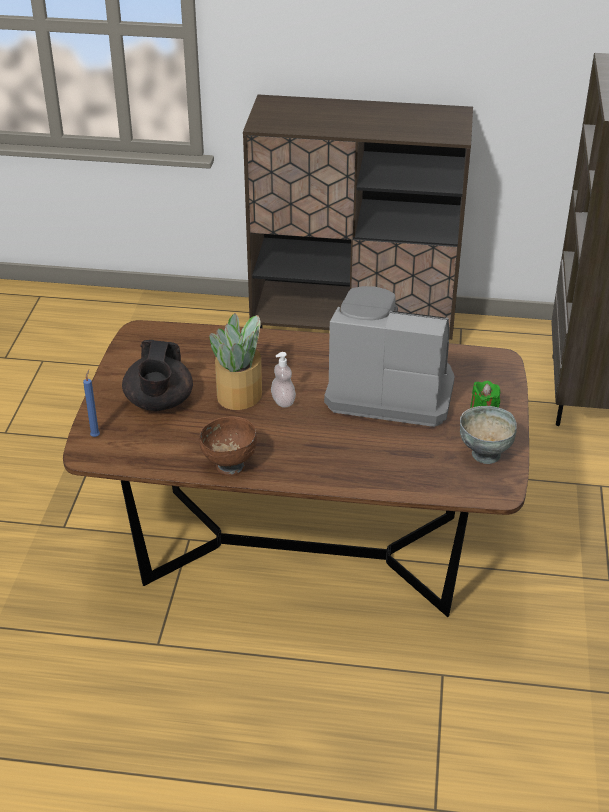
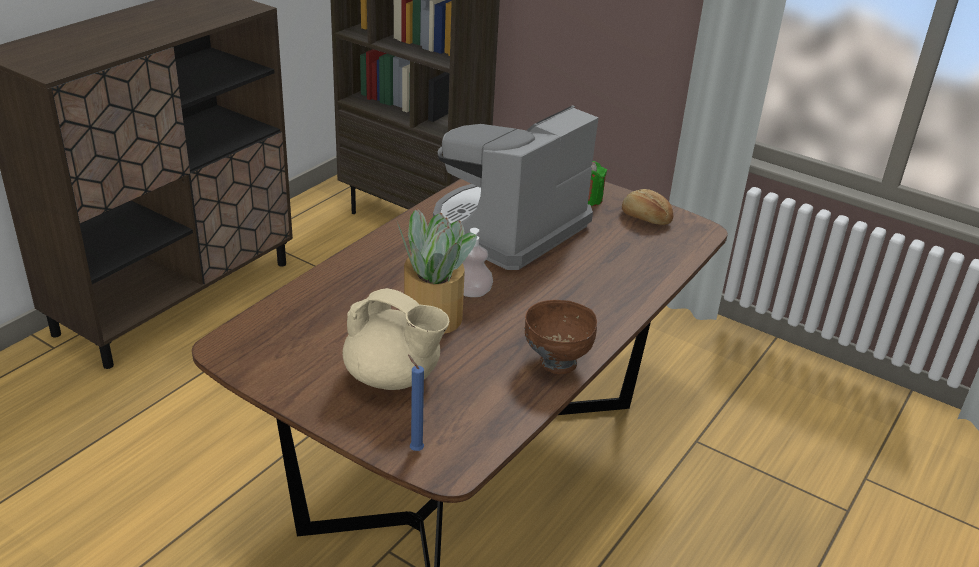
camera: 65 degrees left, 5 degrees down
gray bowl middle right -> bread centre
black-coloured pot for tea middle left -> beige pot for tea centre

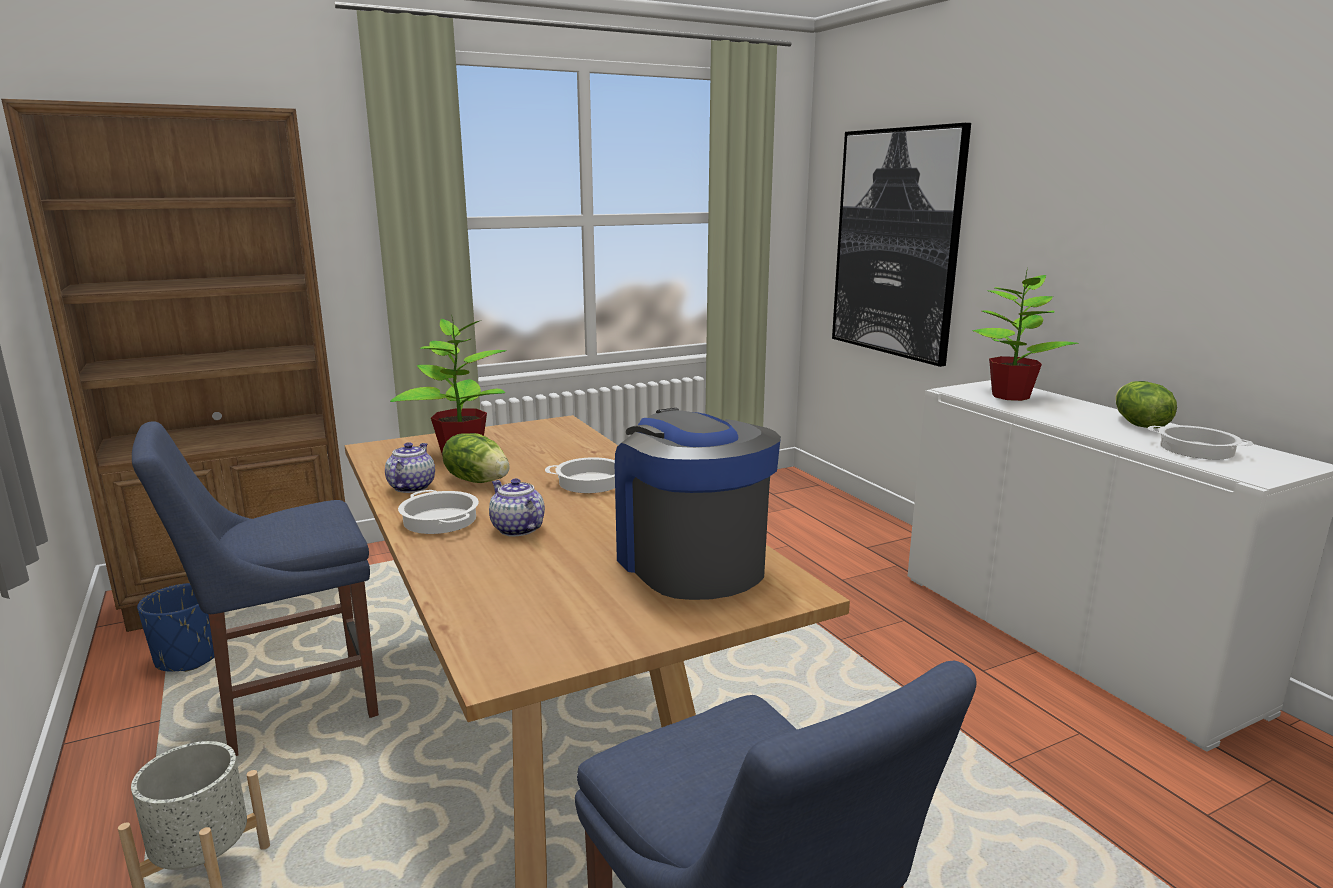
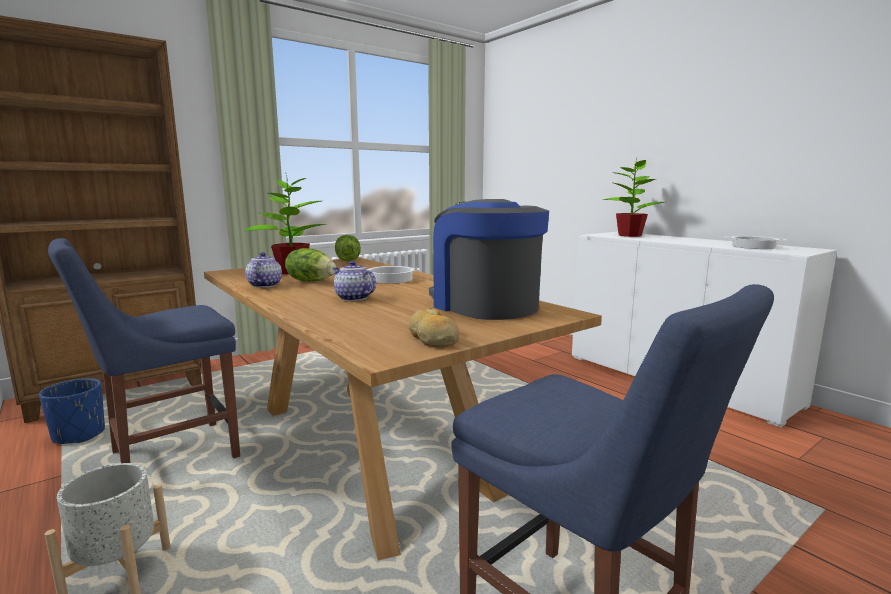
camera: 10 degrees left, 5 degrees down
saucepot (no. 1 from left) middle left -> none
picture top right -> none
none -> bread centre
head of lettuce (no. 2 from left) middle right -> head of lettuce (no. 2 from left) centre, shifted

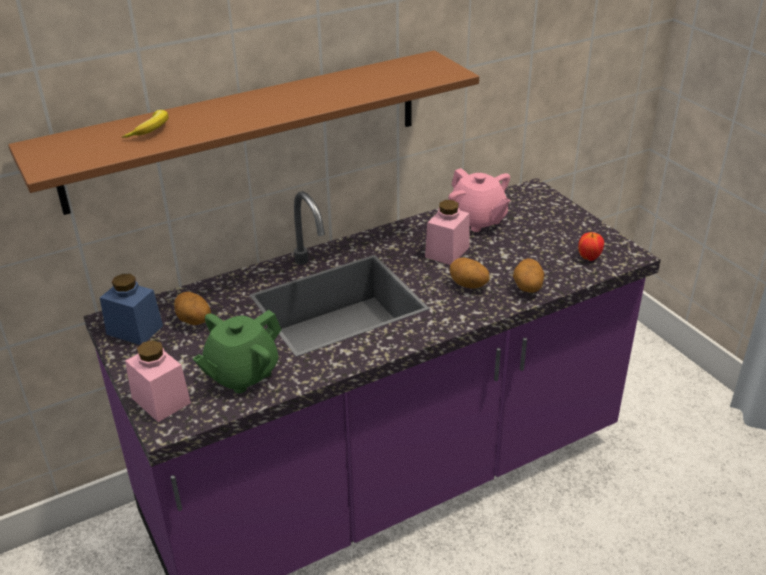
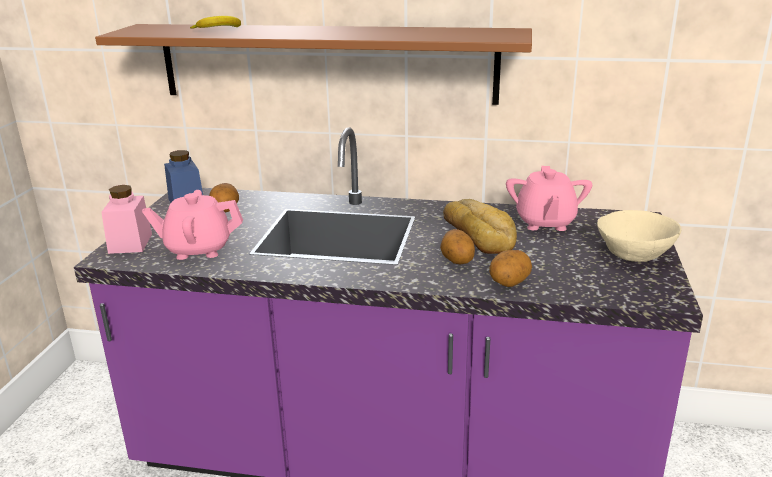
camera: 40 degrees right, 10 degrees down
apple middle right -> none
none -> beige bowl middle right
pink storage jar (no. 2 from left) centre -> bread centre
green pot for tea middle left -> pink pot for tea (no. 1 from left) middle left

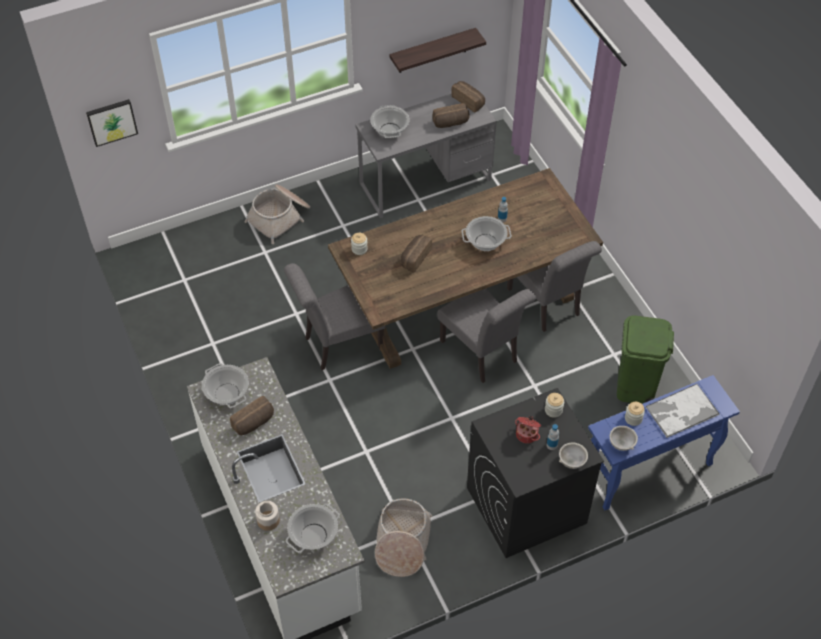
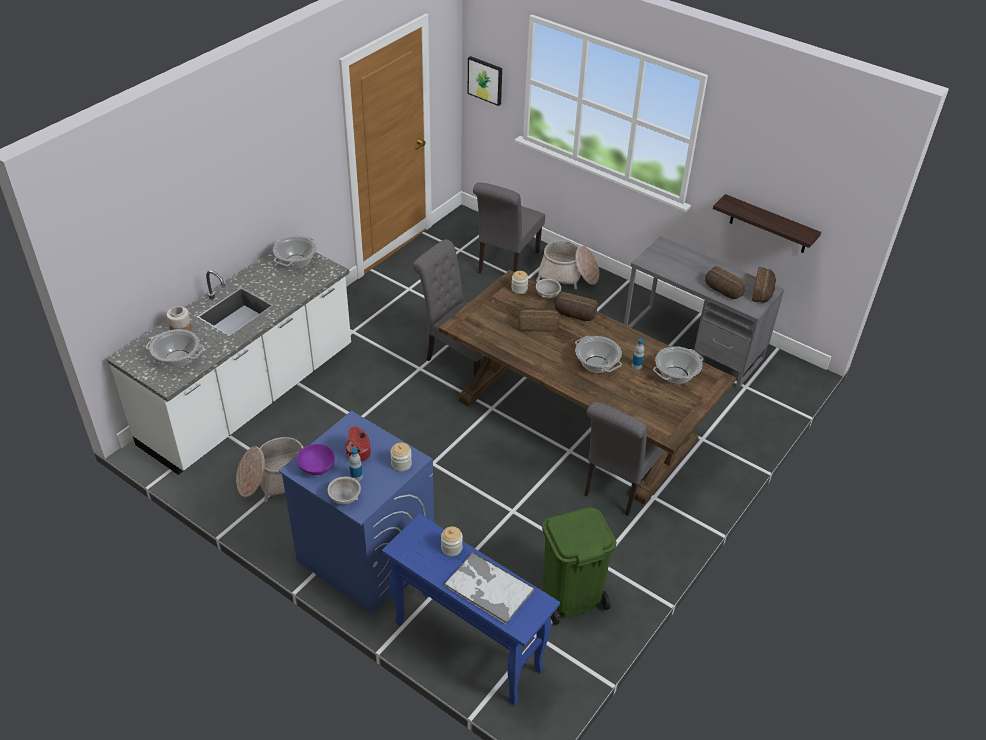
camera: 60 degrees right, 10 degrees down
none -> purple-coloured bowl middle left
bread (no. 1 from left in the first image) middle left -> bread (no. 2 from left) centre, shifted
saucepot (no. 3 from left in the first image) top centre -> saucepot (no. 5 from left) middle right, shifted
gray upright chair (no. 2 from left) centre -> gray upright chair (no. 2 from left) top centre, shifted
gray bowl (no. 2 from left) bottom right -> gray bowl (no. 2 from left) centre, shifted
black-coloured laundry appliance bottom centre -> blue-coloured laundry appliance bottom centre

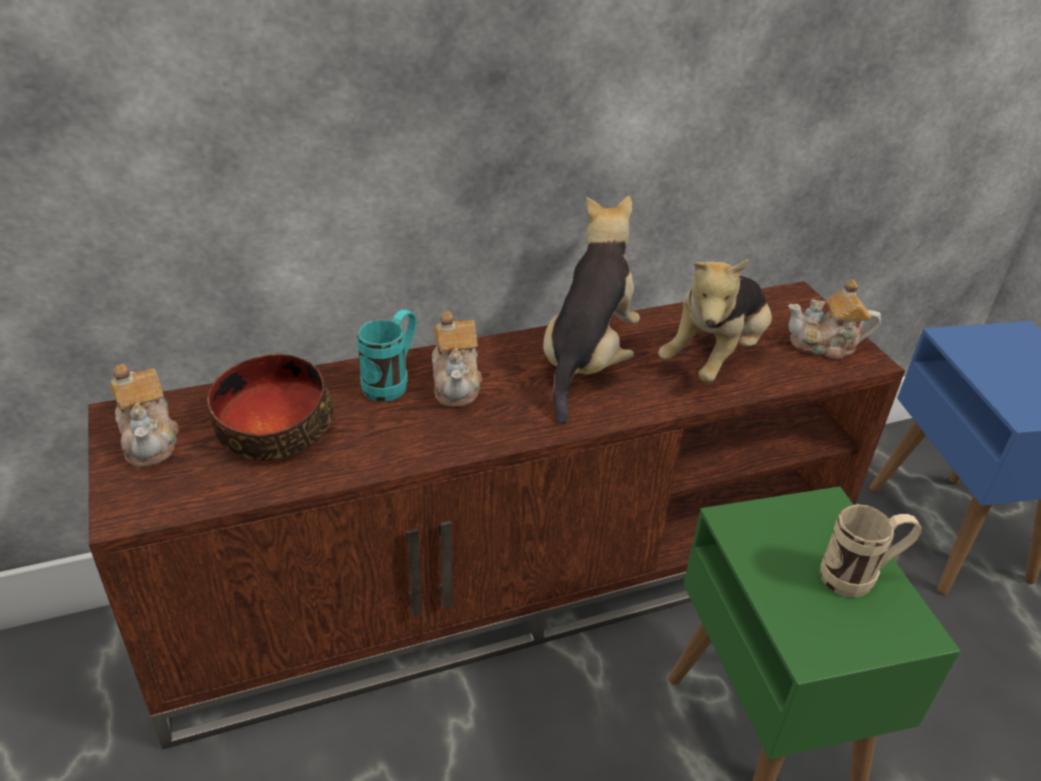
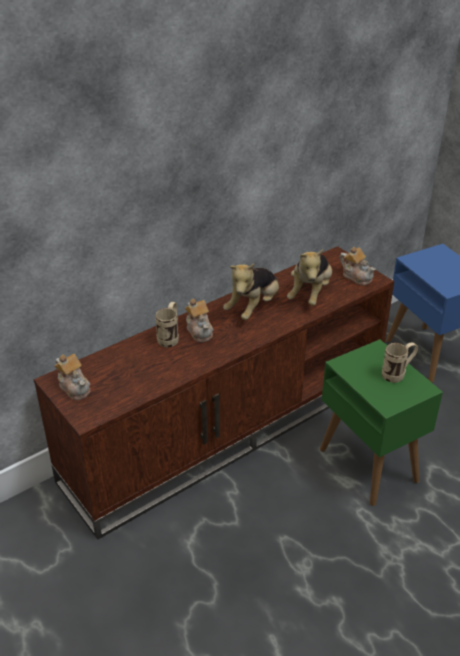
camera: 15 degrees left, 0 degrees up
bowl middle left -> none
turquoise mug centre -> beige mug (no. 1 from left) centre
plush toy (no. 1 from left) centre, 150 degrees counterclockwise
pot for tea (no. 3 from left) middle right, 120 degrees counterclockwise

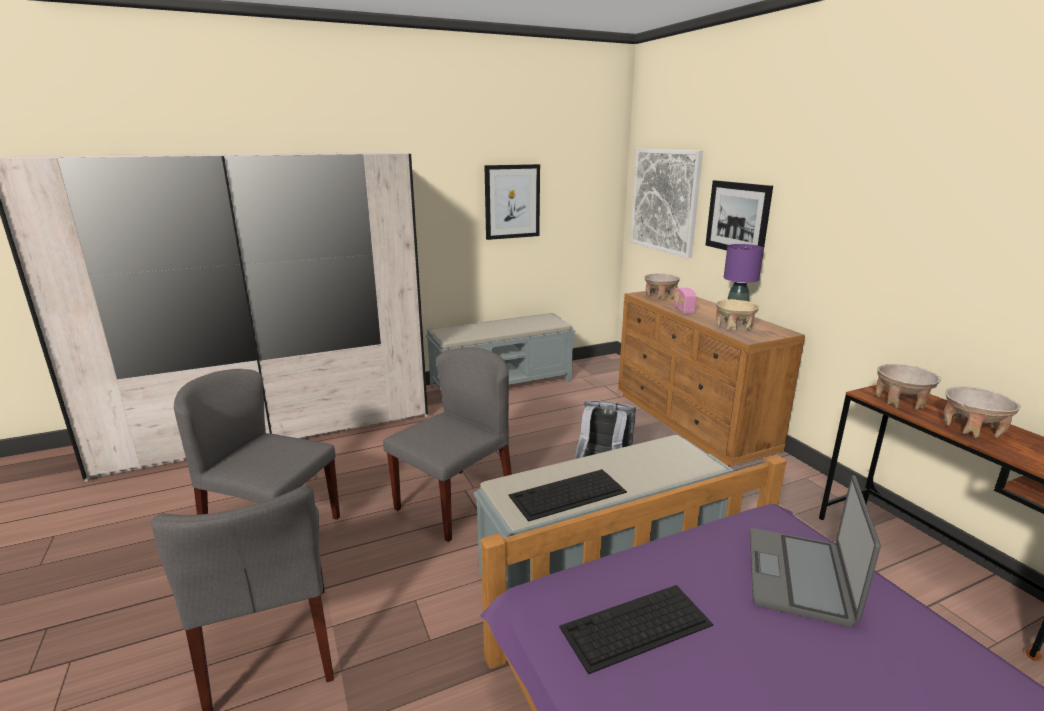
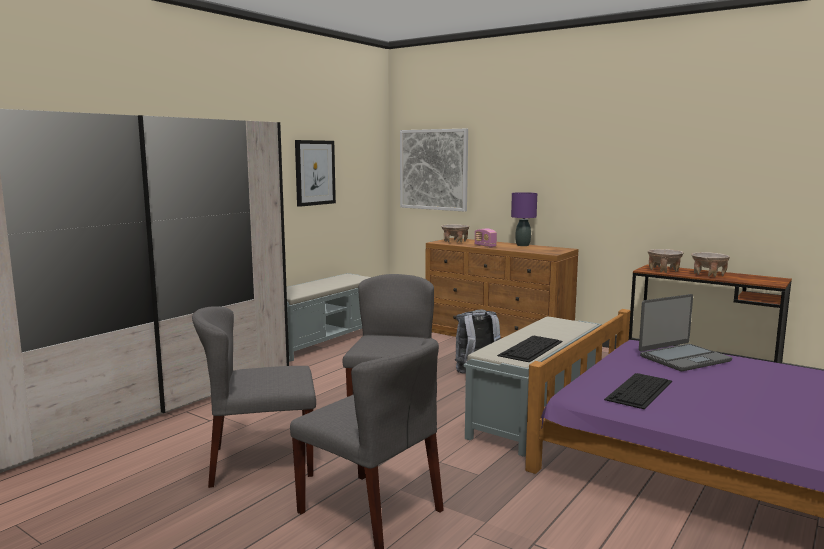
camera: 30 degrees left, 10 degrees down
picture (no. 3 from left) top right -> none
beige bowl (no. 2 from left) middle right -> none
laptop bottom right -> laptop middle right, 105 degrees counterclockwise

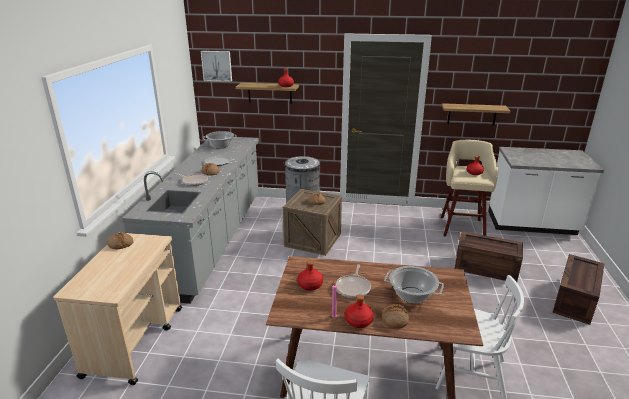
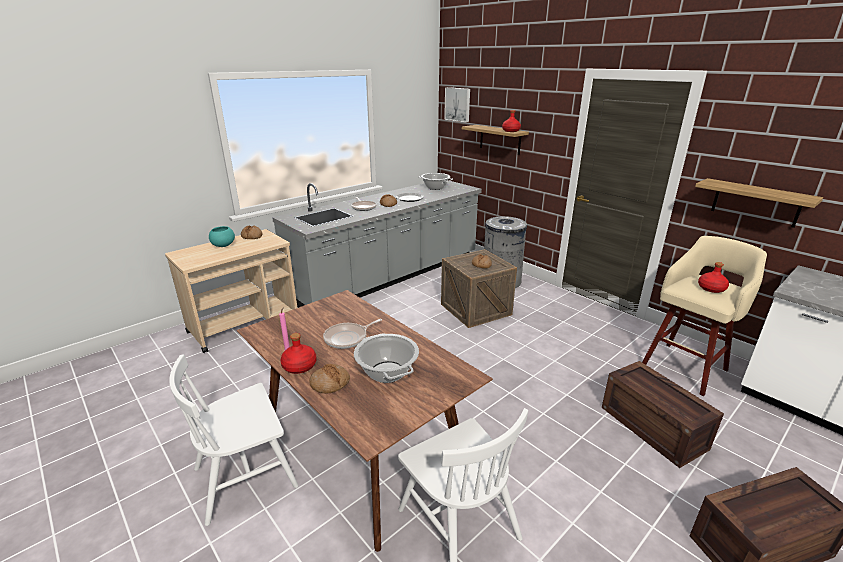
camera: 40 degrees right, 0 degrees up
red-coloured beverage bottle (no. 2 from left) bottom centre -> none
none -> turquoise bowl middle left

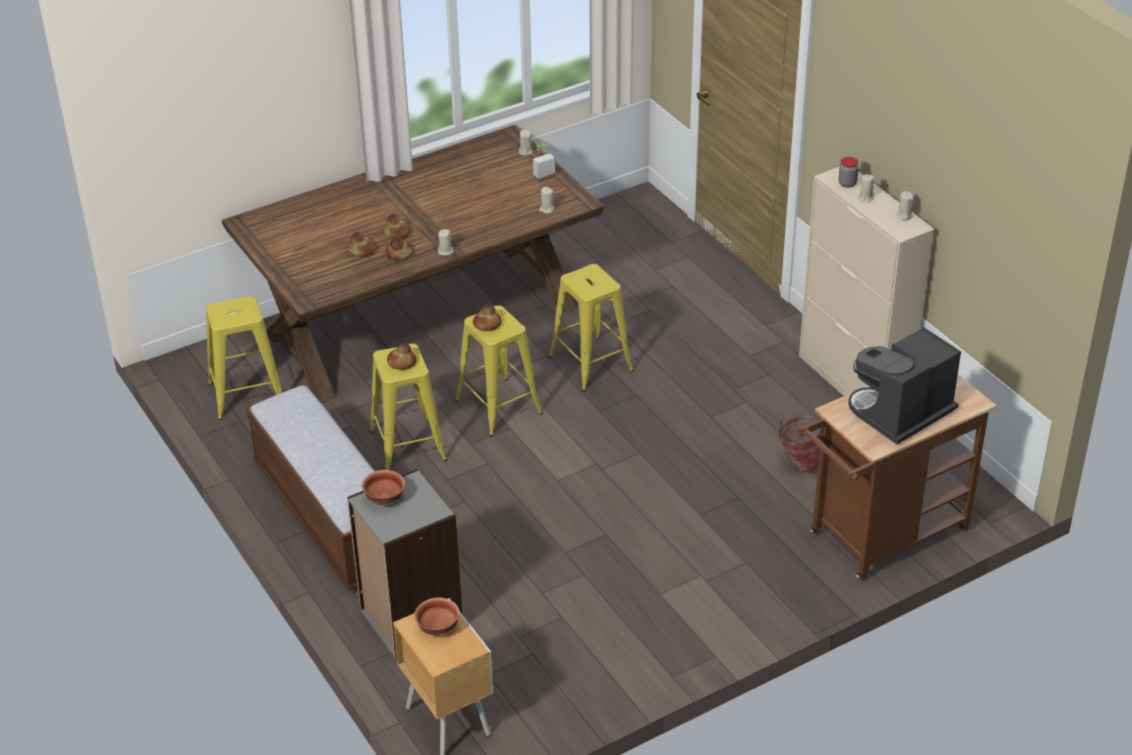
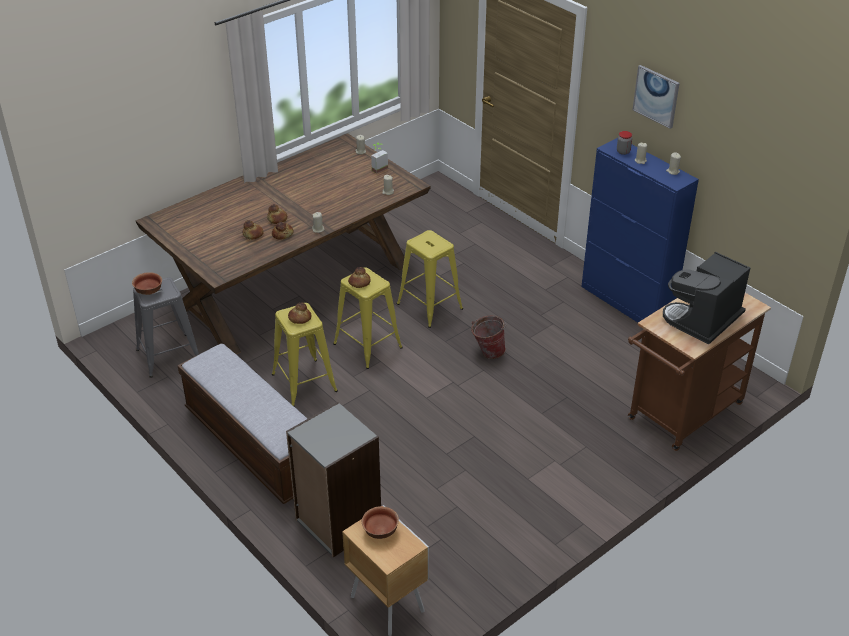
camera: 10 degrees left, 0 degrees up
none -> picture top right
bowl (no. 1 from left) centre -> bowl (no. 1 from left) middle left, shifted
water bucket middle right -> water bucket centre, shifted
yellowish stool seat (no. 1 from left) middle left -> gray stool seat middle left
beige cupboard middle right -> blue-coloured cupboard middle right

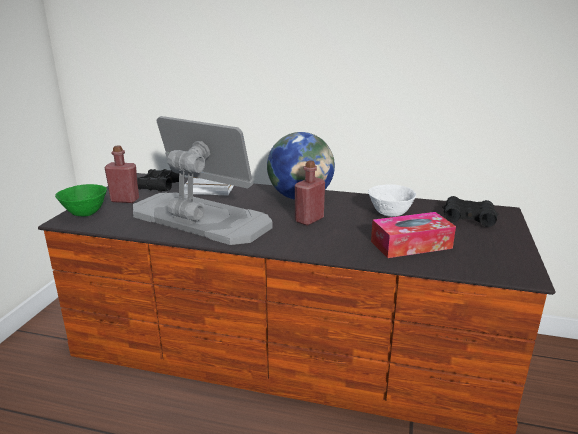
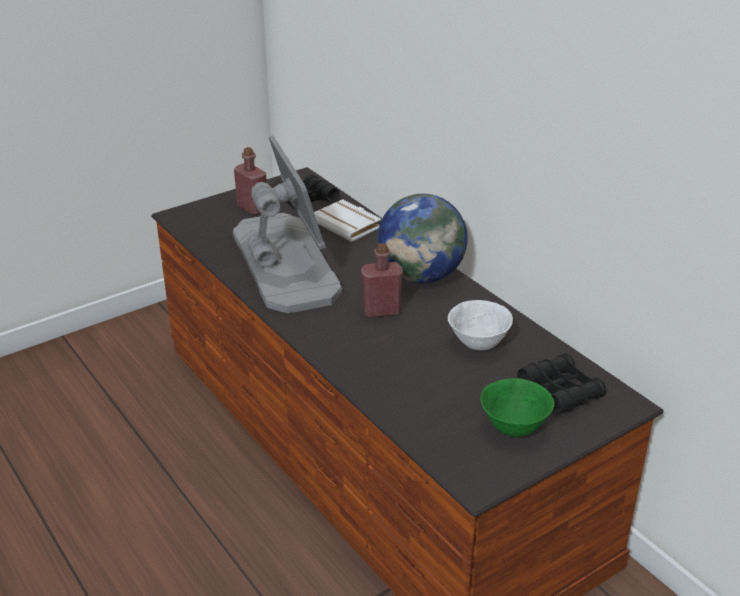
camera: 40 degrees right, 10 degrees up
tissue box middle right -> none
green bowl middle left -> green bowl bottom right, shifted

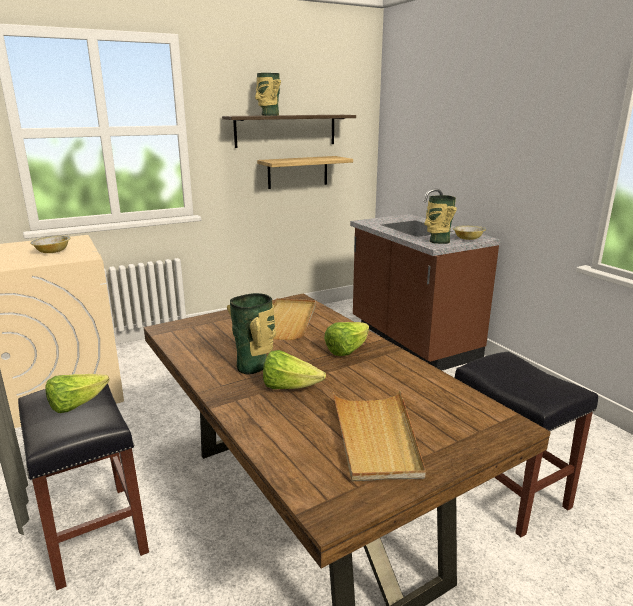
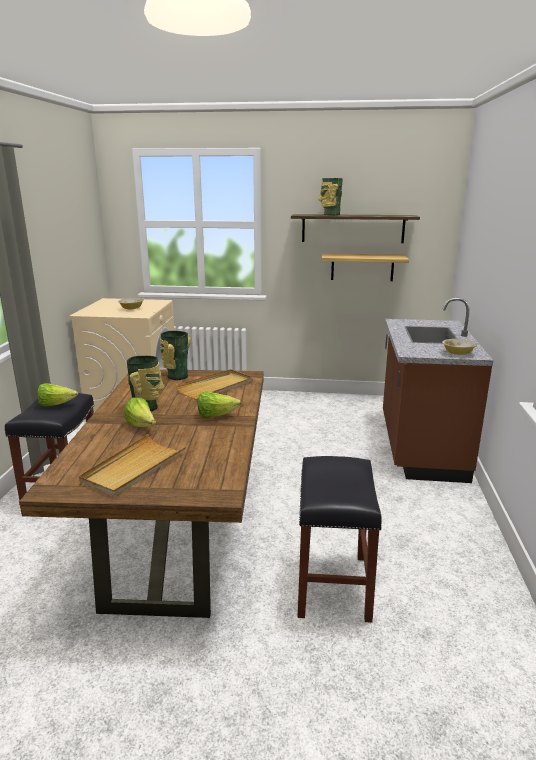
camera: 35 degrees right, 0 degrees up
vase (no. 3 from left in the first image) middle right -> vase (no. 2 from left) middle left, shifted

